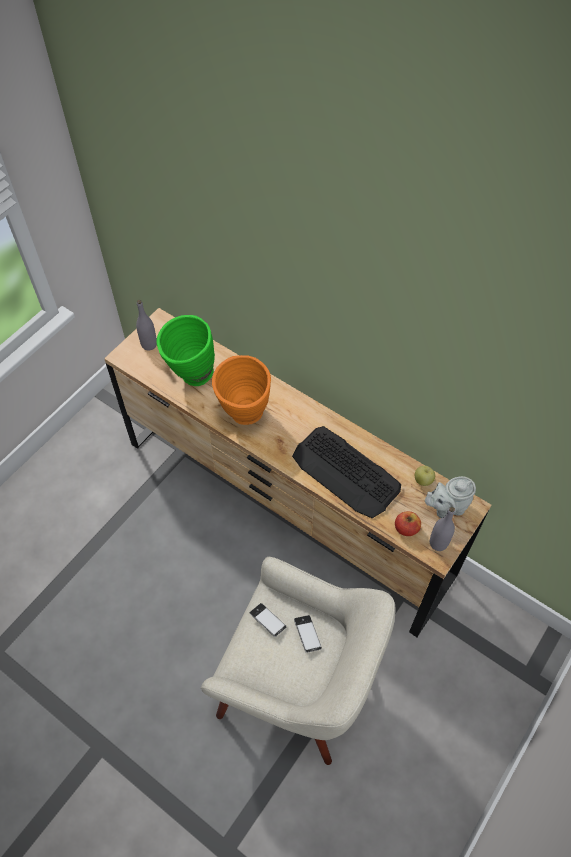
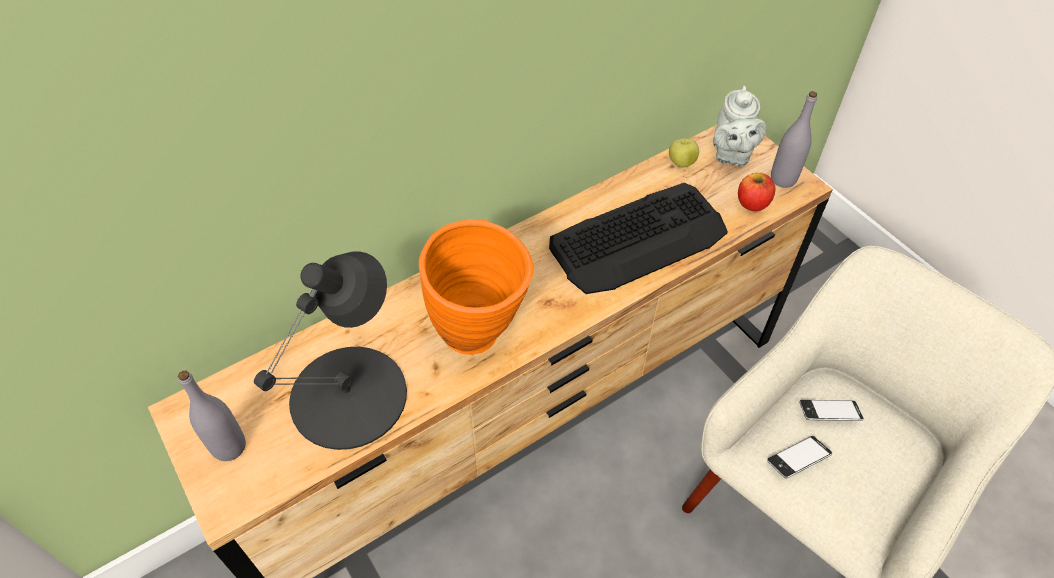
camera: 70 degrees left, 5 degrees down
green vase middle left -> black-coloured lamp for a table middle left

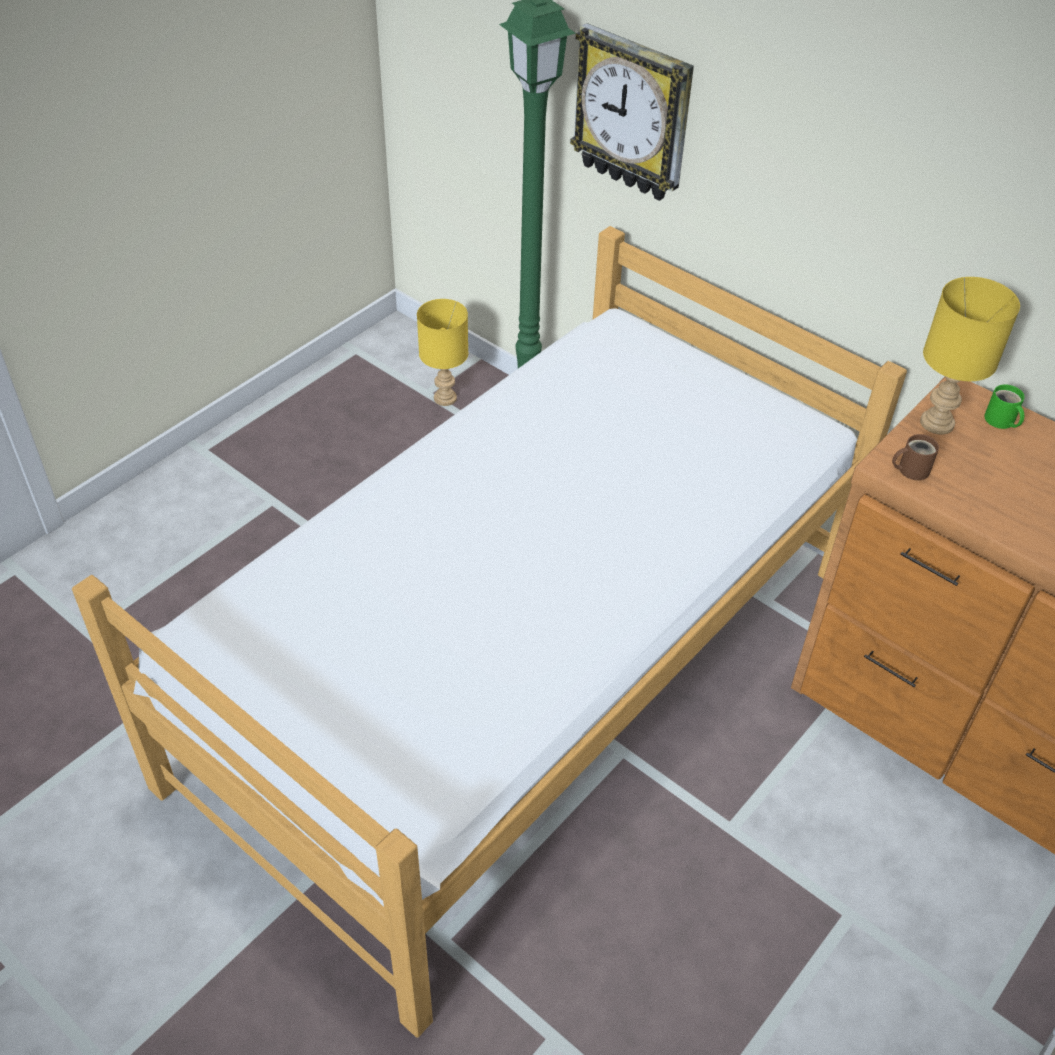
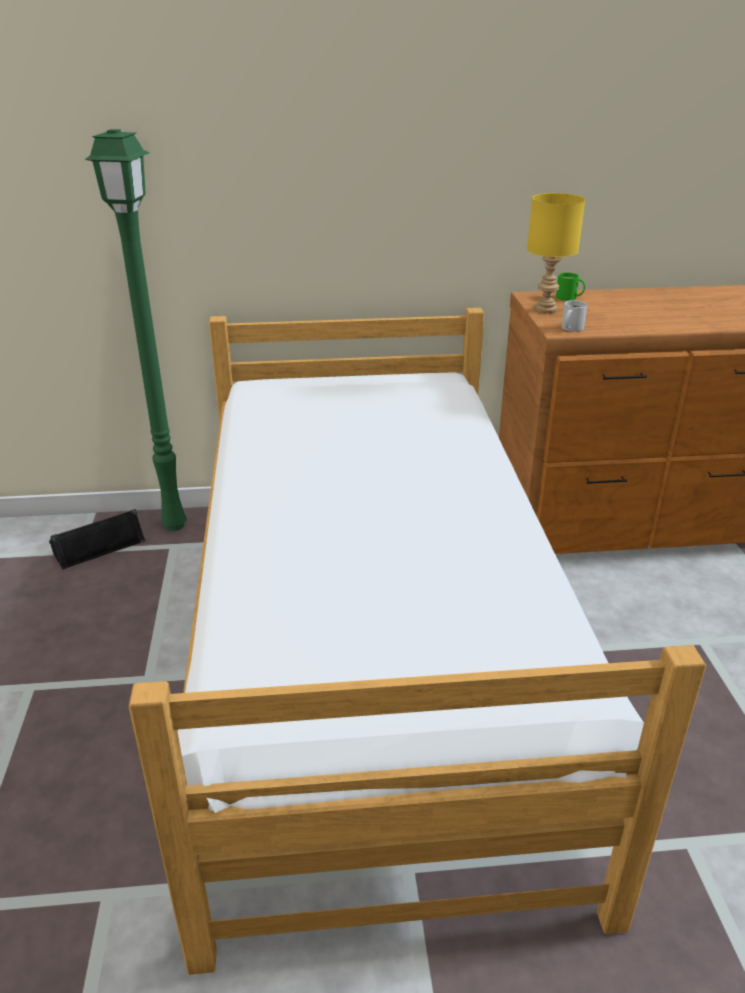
camera: 45 degrees left, 15 degrees down
wall clock top centre -> none
yellowish lamp for a table (no. 1 from left) centre -> black-coloured audio speaker middle left
brown-coloured mug middle right -> white mug top right

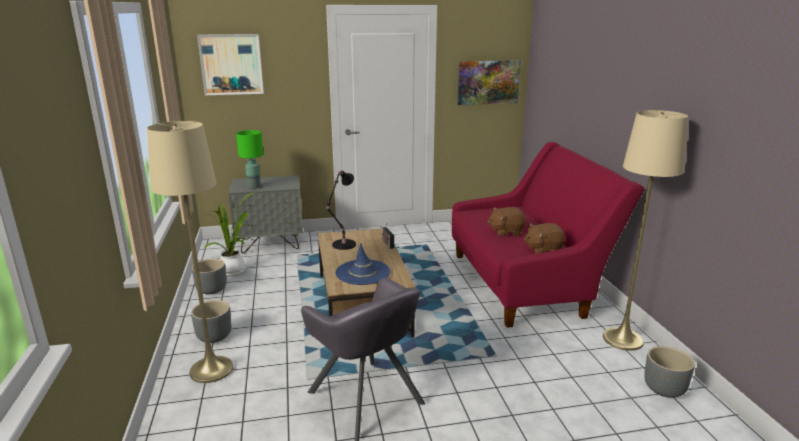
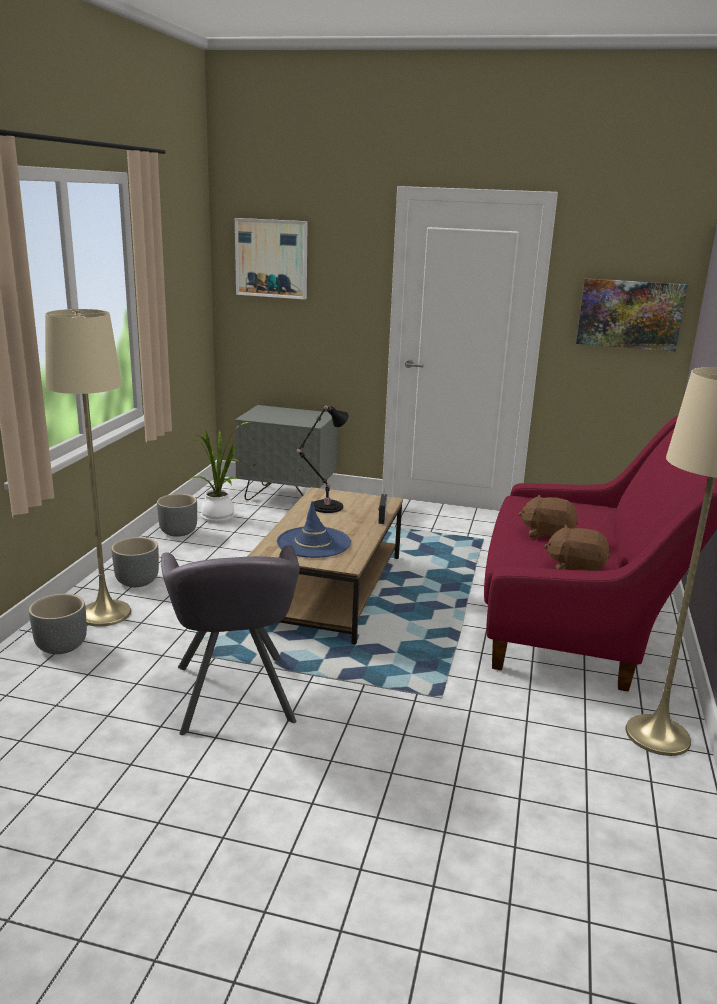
camera: 25 degrees right, 0 degrees up
green lamp for a table middle left -> none
gray plant pot (no. 3 from left in the first image) bottom right -> gray plant pot (no. 1 from left) middle left, shifted

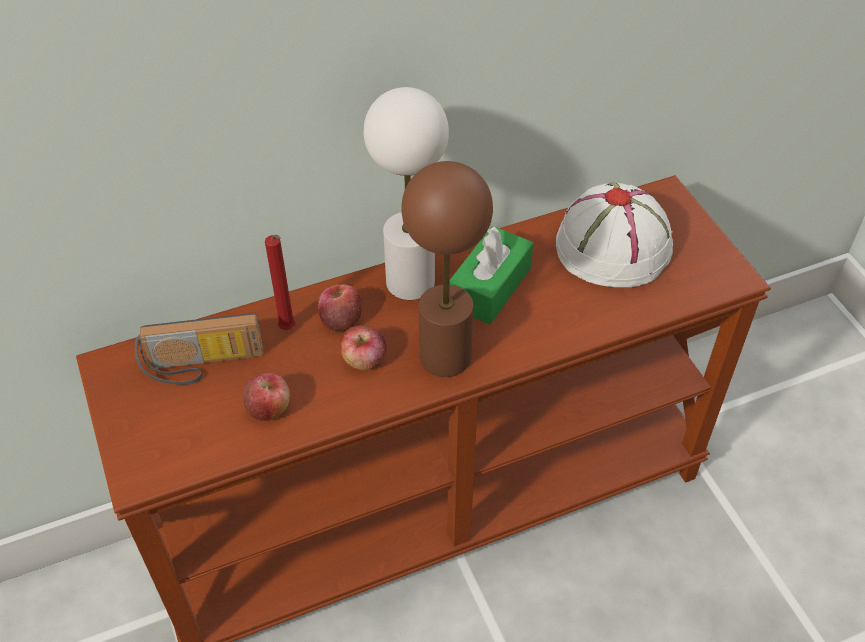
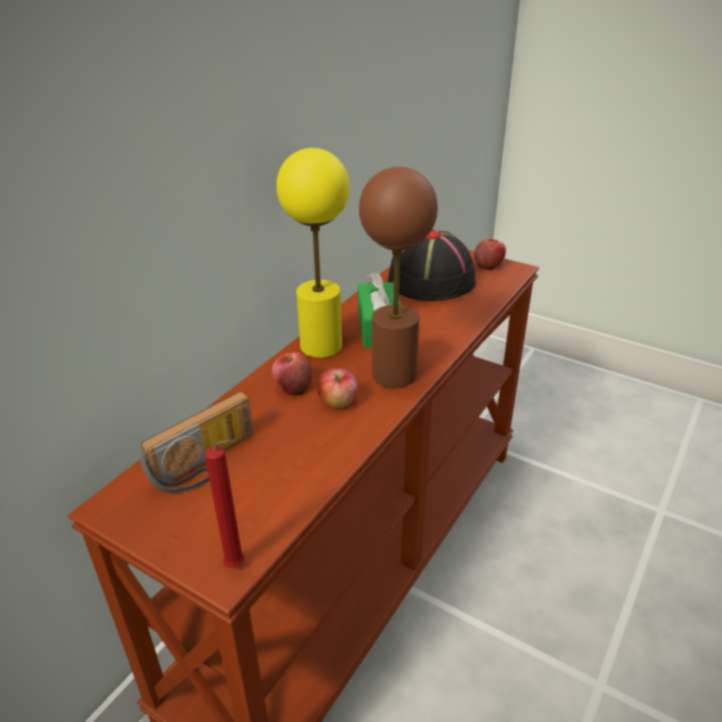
camera: 35 degrees left, 15 degrees down
apple (no. 1 from left in the first image) middle left -> apple (no. 3 from left) middle right, shifted
red-coloured wax candle middle left -> red-coloured wax candle bottom left, shifted
white lamp for a table top centre -> yellowish lamp for a table centre
white hat middle right -> black-coloured hat centre

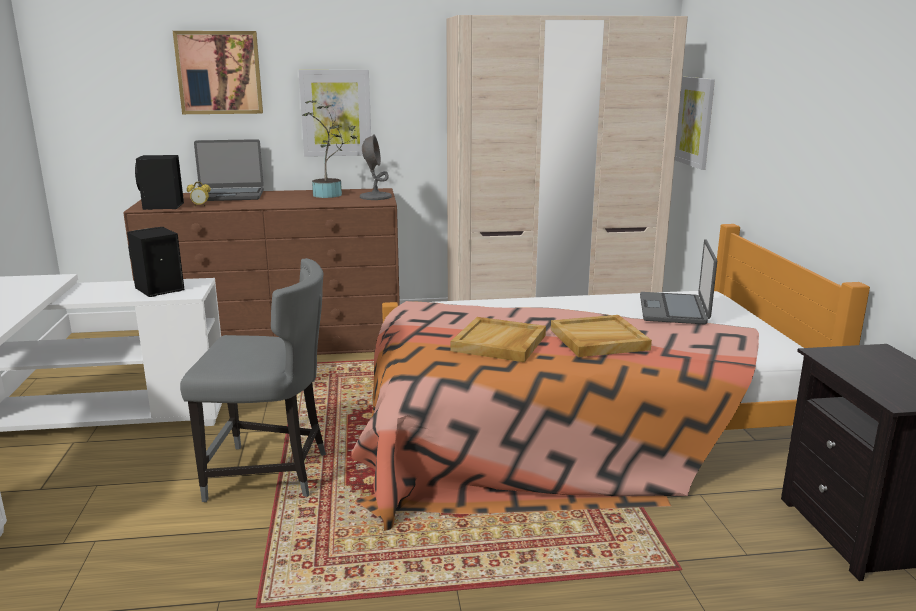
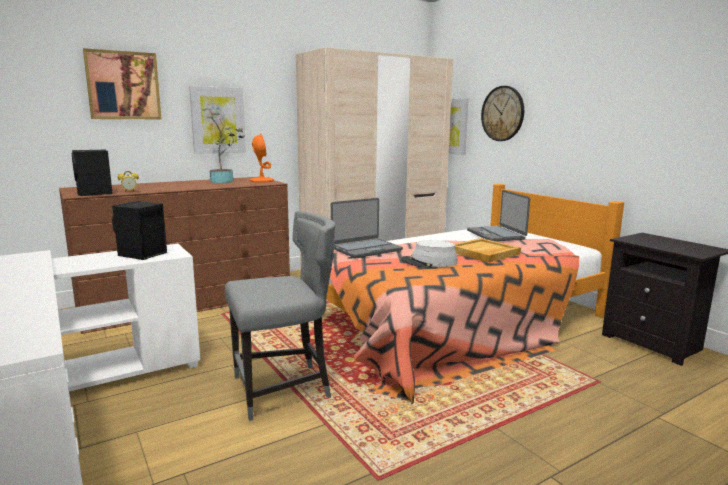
camera: 25 degrees left, 5 degrees down
none -> wall clock top right
laptop (no. 1 from left) top left -> laptop (no. 1 from left) centre, shifted
beige serving tray (no. 1 from left) centre -> gray hat centre
gray lamp for a table top centre -> orange-coloured lamp for a table top centre

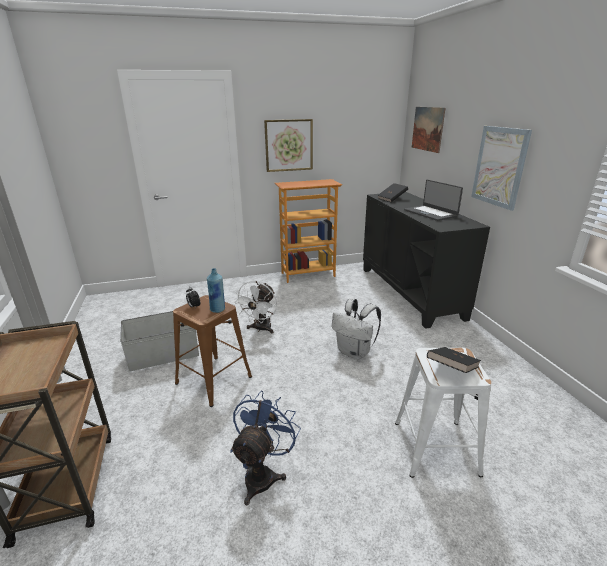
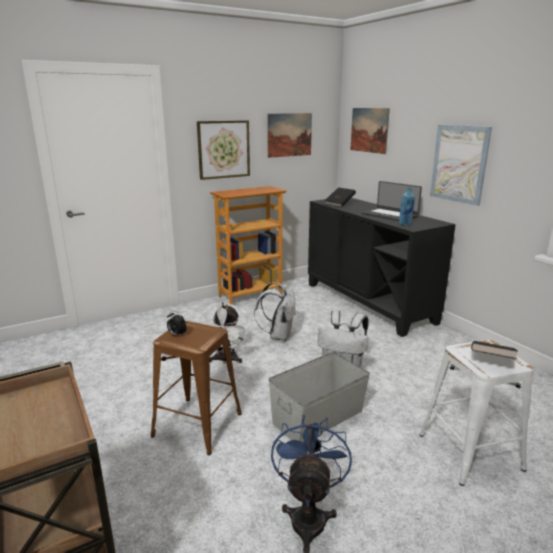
camera: 15 degrees left, 5 degrees down
none -> white backpack (no. 1 from left) centre
none -> picture (no. 2 from left) top centre
gray storage box middle left -> gray storage box bottom centre, shifted
blue-coloured beverage bottle centre -> blue-coloured beverage bottle middle right, shifted

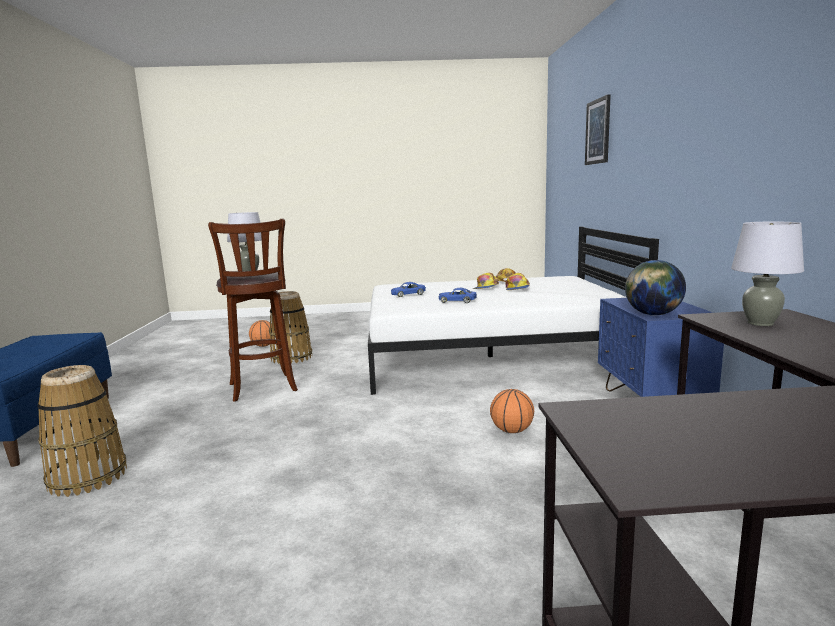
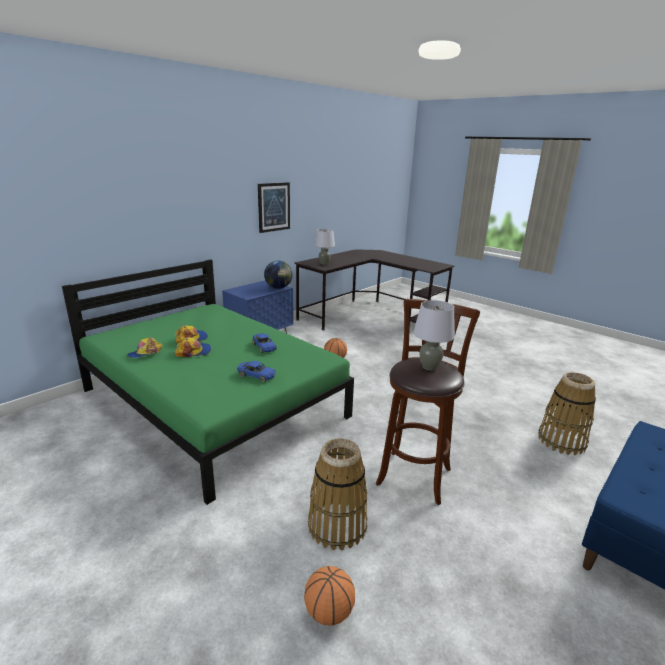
camera: 135 degrees left, 10 degrees up
picture top right -> picture top centre, shifted
white bedroom bed centre -> green bedroom bed middle left

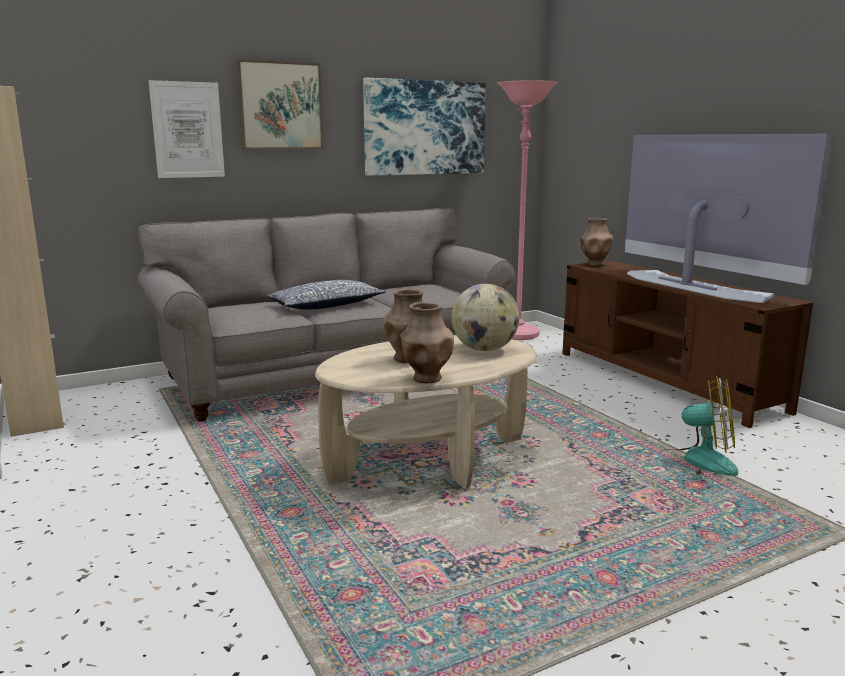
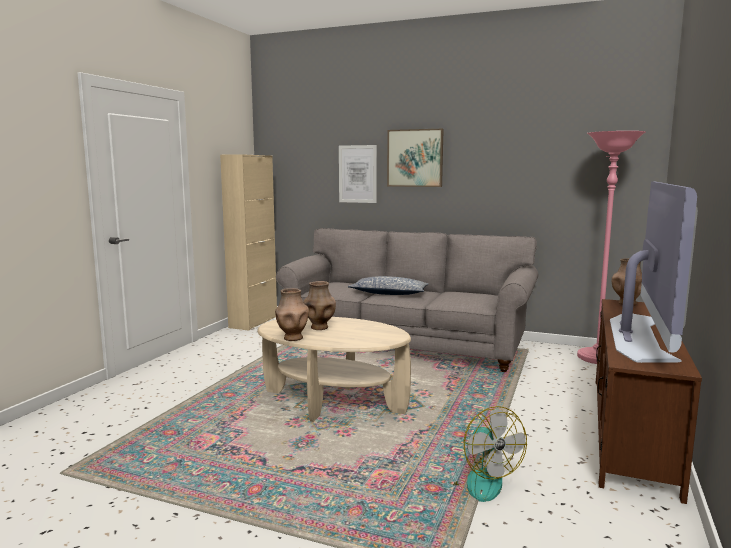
camera: 50 degrees right, 5 degrees down
picture (no. 3 from left) top centre -> none
desk globe centre -> none

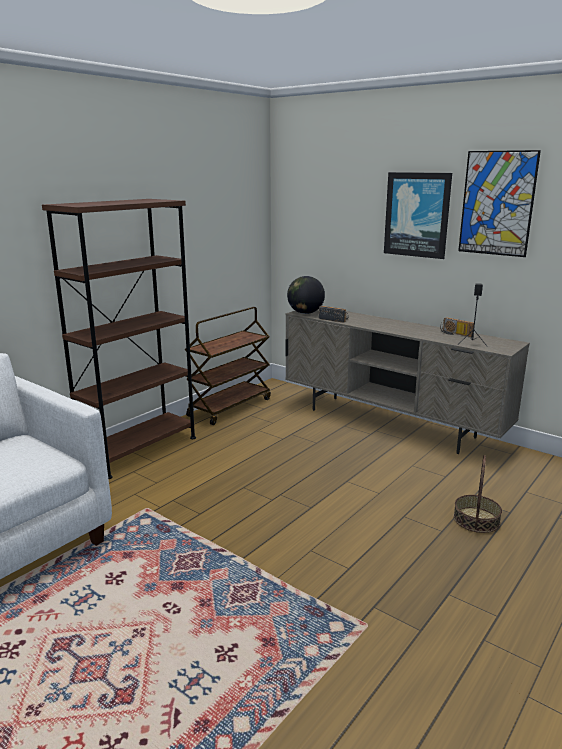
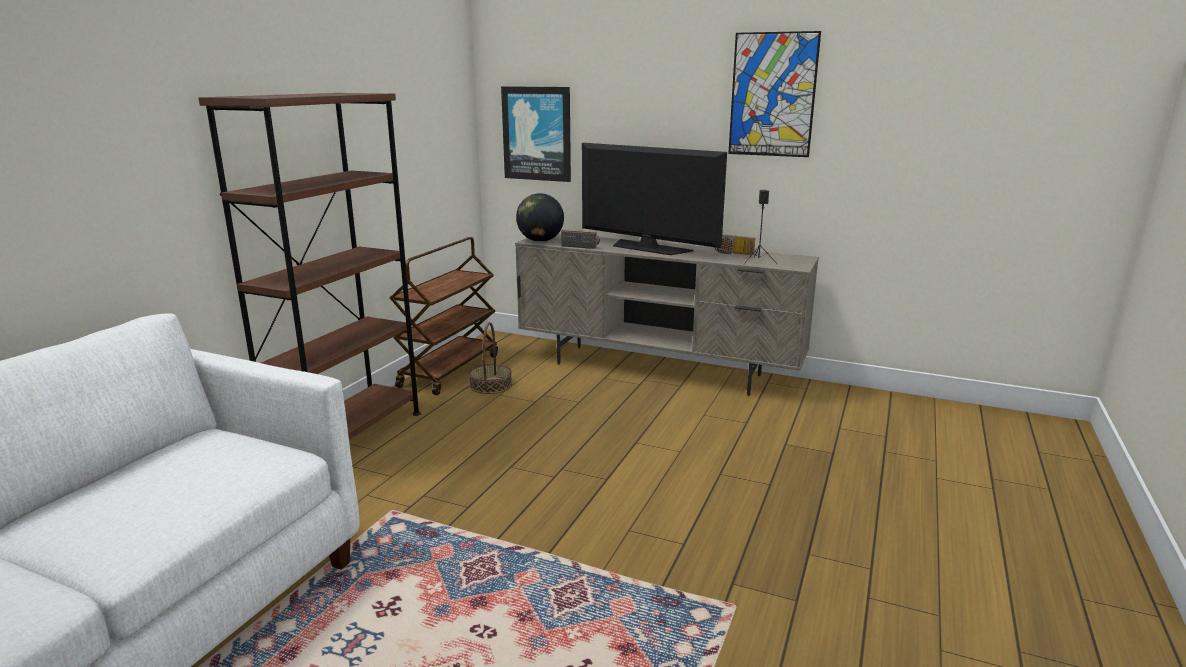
camera: 15 degrees left, 0 degrees up
none -> television top centre
picture (no. 1 from left) top right -> picture (no. 1 from left) top centre, shifted
basket middle right -> basket centre, shifted

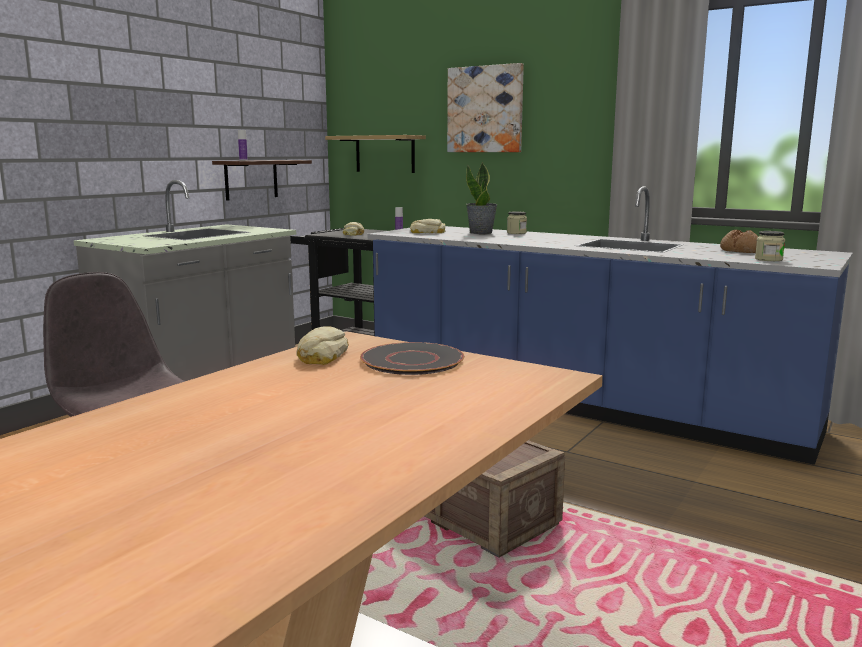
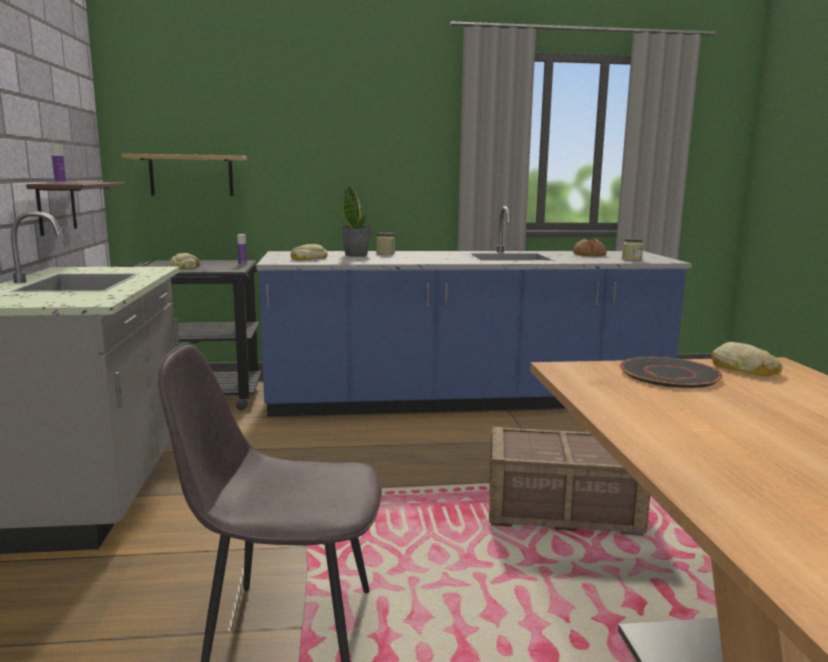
camera: 40 degrees left, 0 degrees up
picture top centre -> none
bread (no. 1 from left in the first image) centre -> bread (no. 4 from left) middle right, shifted

